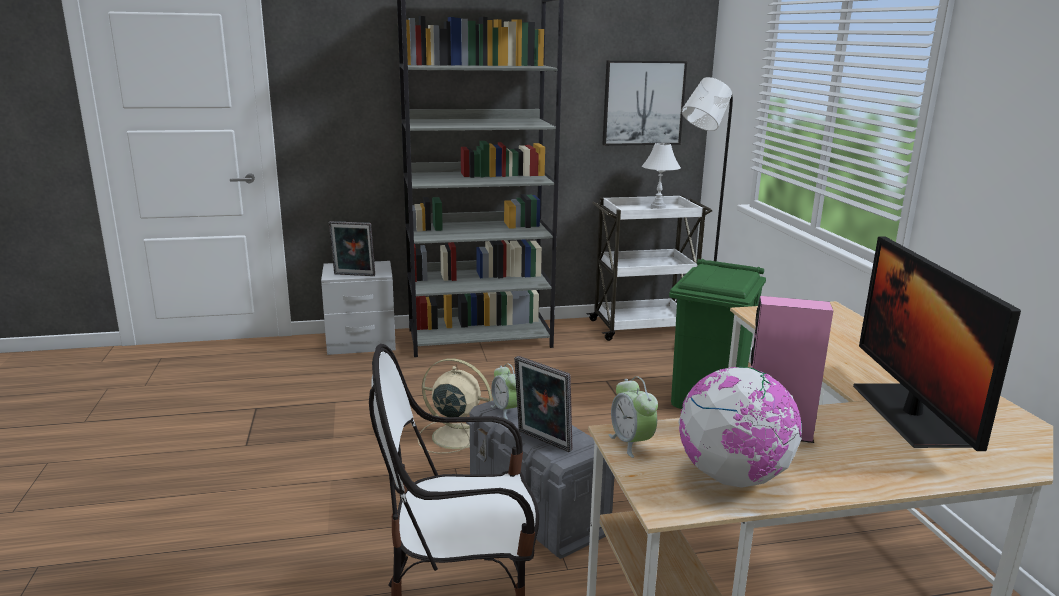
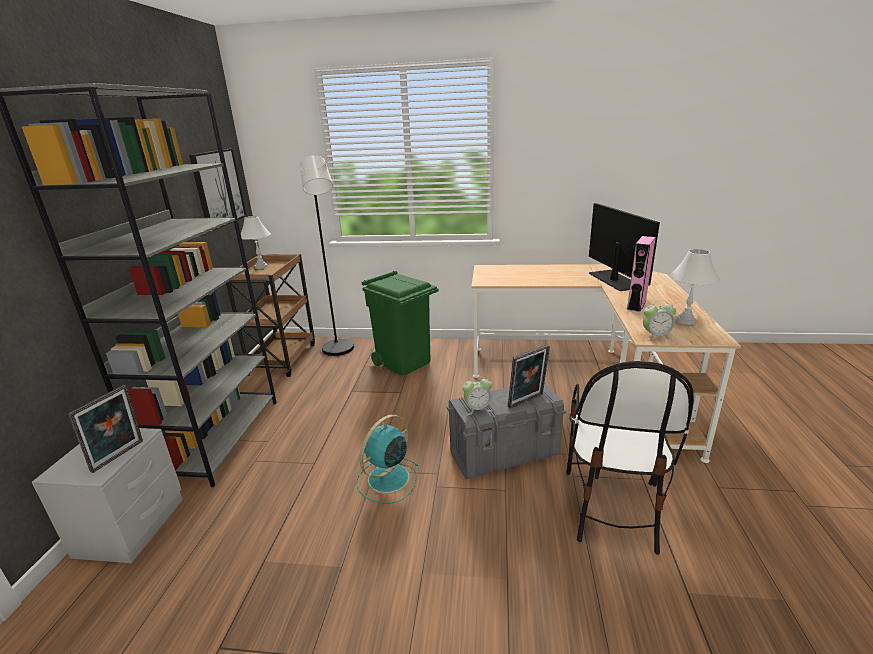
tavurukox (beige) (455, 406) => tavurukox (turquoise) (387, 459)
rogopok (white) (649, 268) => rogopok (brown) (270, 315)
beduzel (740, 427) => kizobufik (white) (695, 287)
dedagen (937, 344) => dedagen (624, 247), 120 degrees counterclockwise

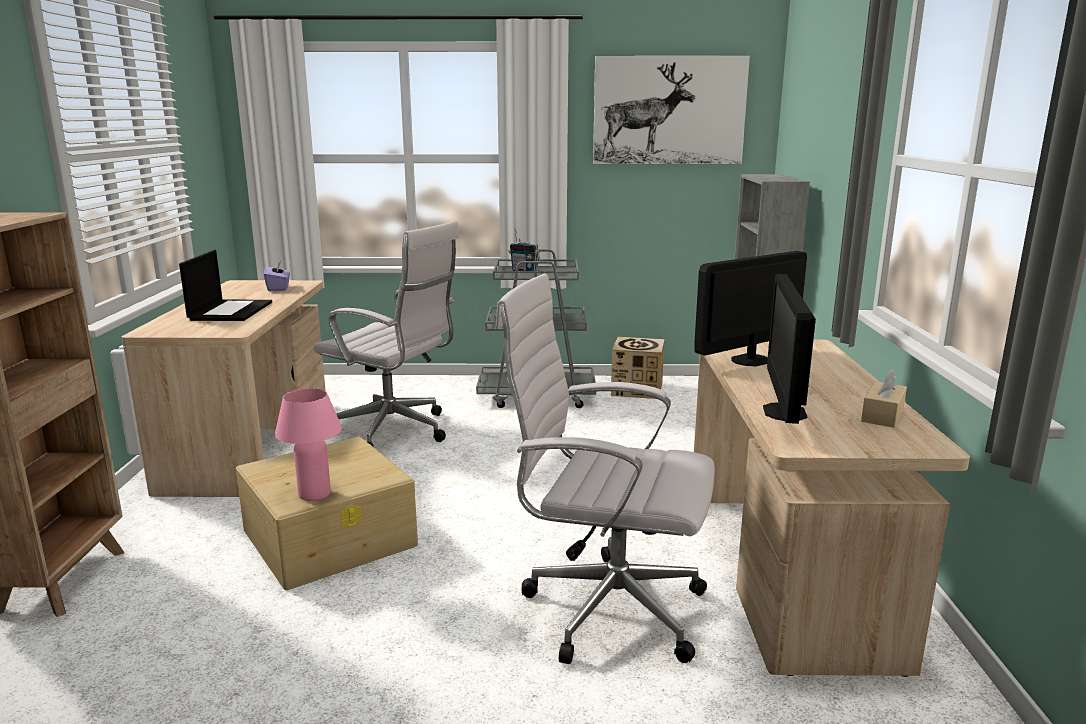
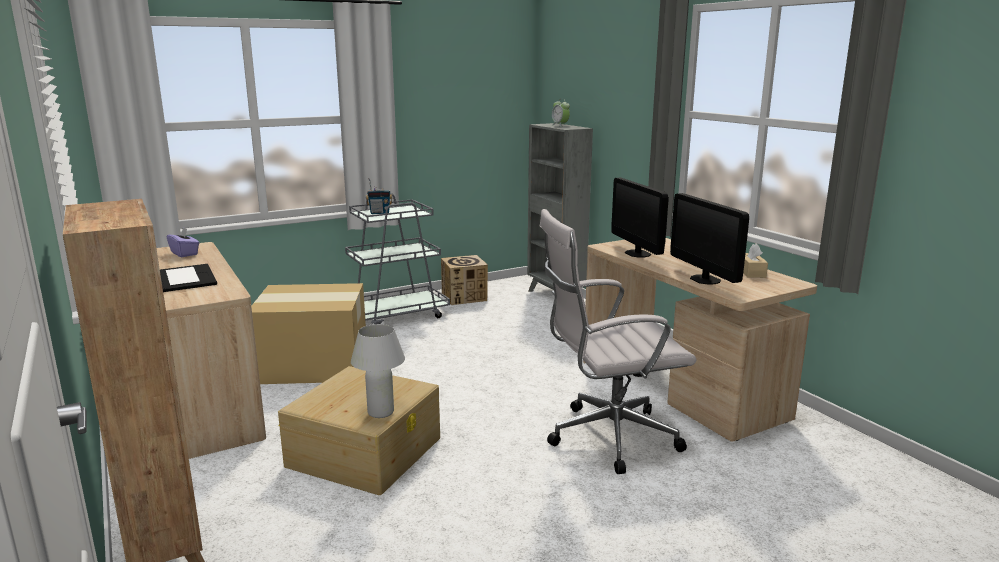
kizobufik (pink) (308, 444) => kizobufik (white) (378, 371)
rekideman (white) (386, 333) => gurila (308, 333)
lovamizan (671, 110) => nothing
dedagen (750, 308) => dedagen (640, 217), 45 degrees counterclockwise
nothing => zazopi (561, 112)

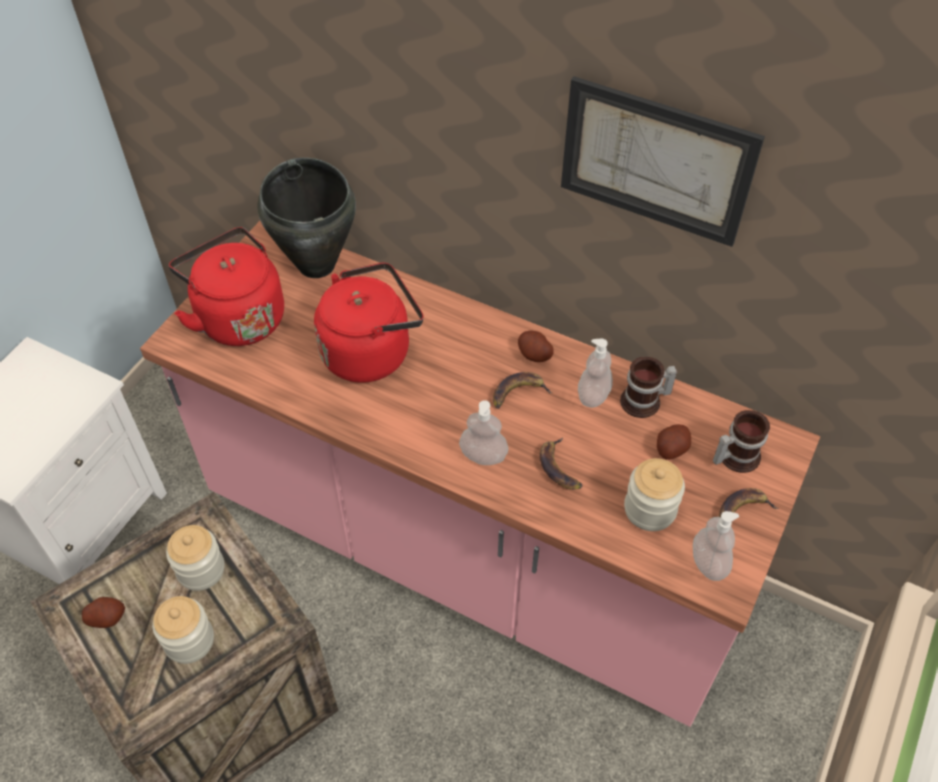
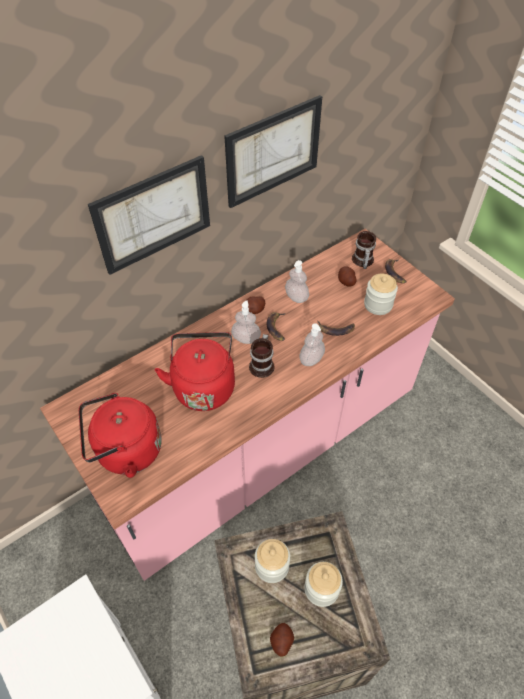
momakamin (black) (306, 218) => nothing
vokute (648, 387) => vokute (262, 356), relocated
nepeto (716, 546) => nepeto (246, 322), relocated
nothing => lovamizan (149, 215)

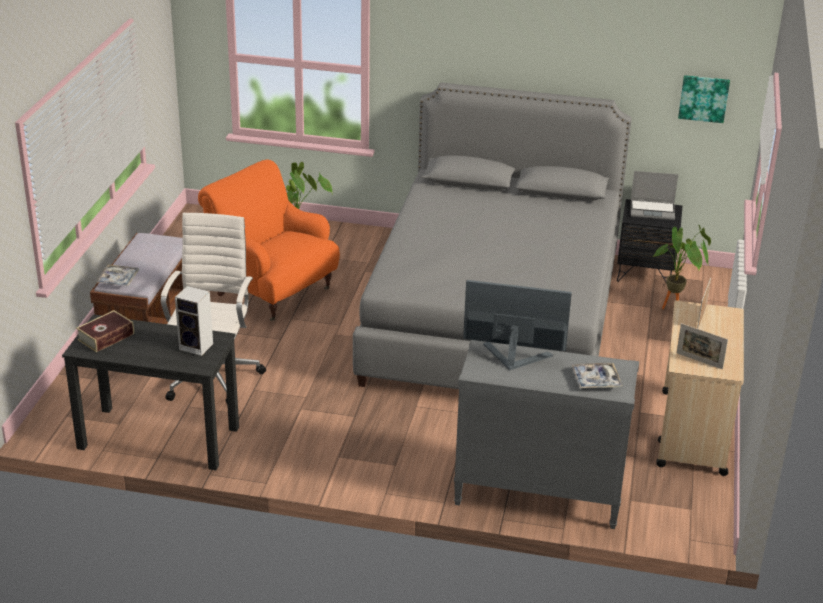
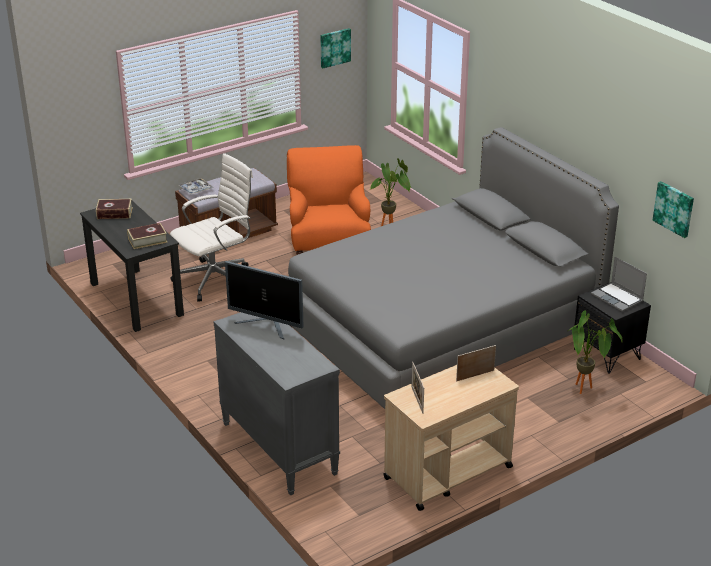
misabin (194, 321) => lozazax (147, 236)
dedagen (517, 325) => dedagen (264, 300), 150 degrees clockwise
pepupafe (597, 375) => nothing
nothing => lovamizan (336, 48)

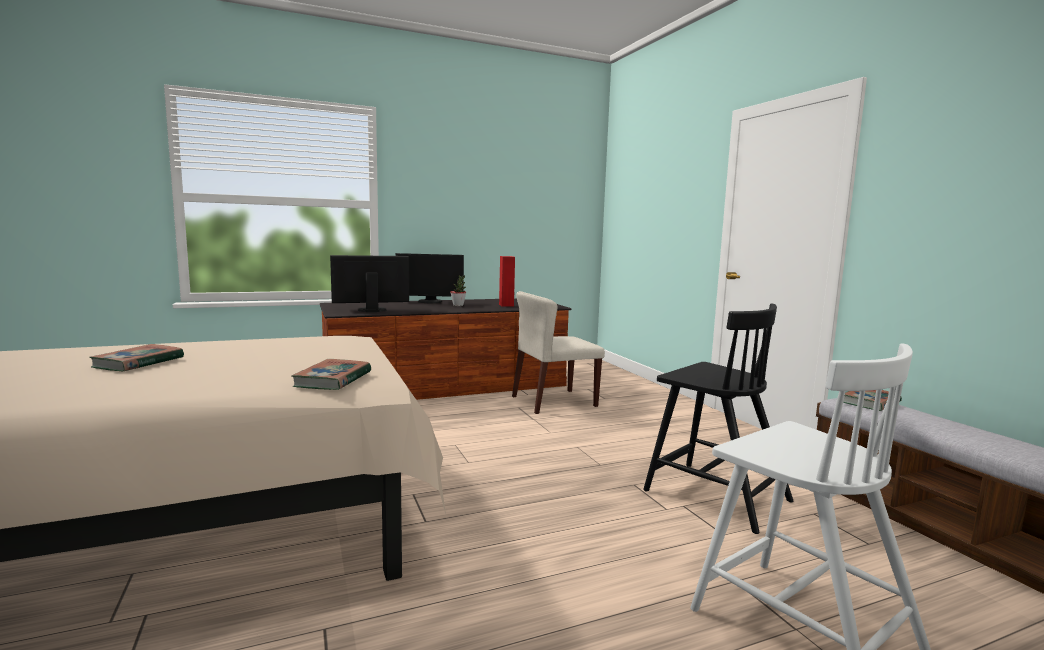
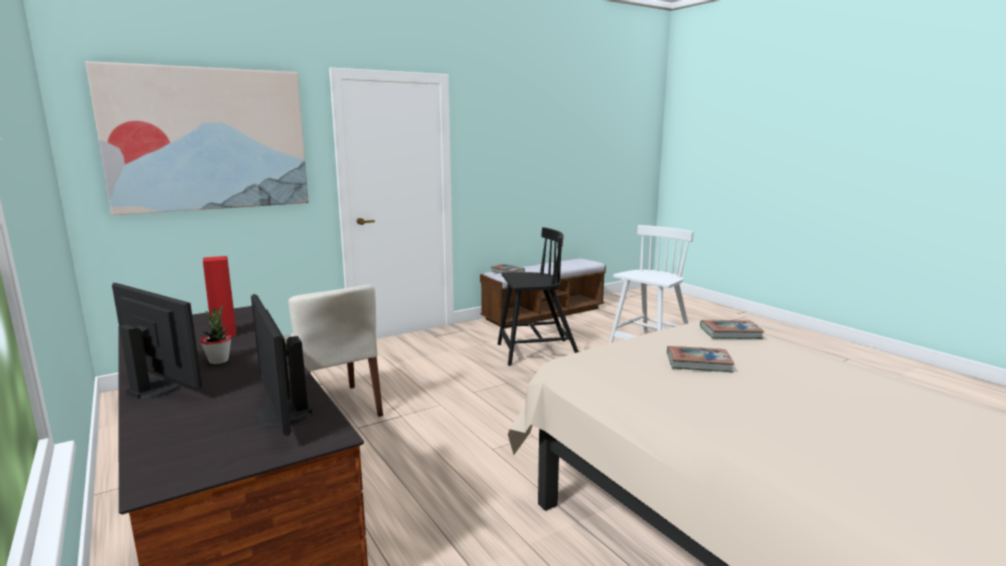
lozazax (136, 357) => lozazax (701, 359), relocated
dedagen (430, 278) => dedagen (157, 341), 45 degrees counterclockwise
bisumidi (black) (718, 418) => bisumidi (black) (538, 296), 45 degrees clockwise
nothing => lovamizan (197, 138)

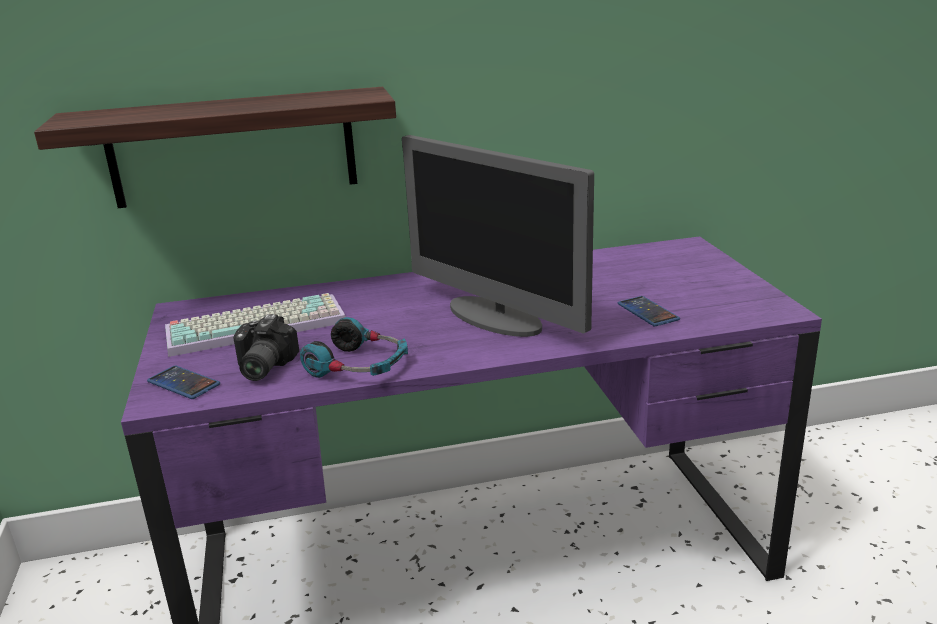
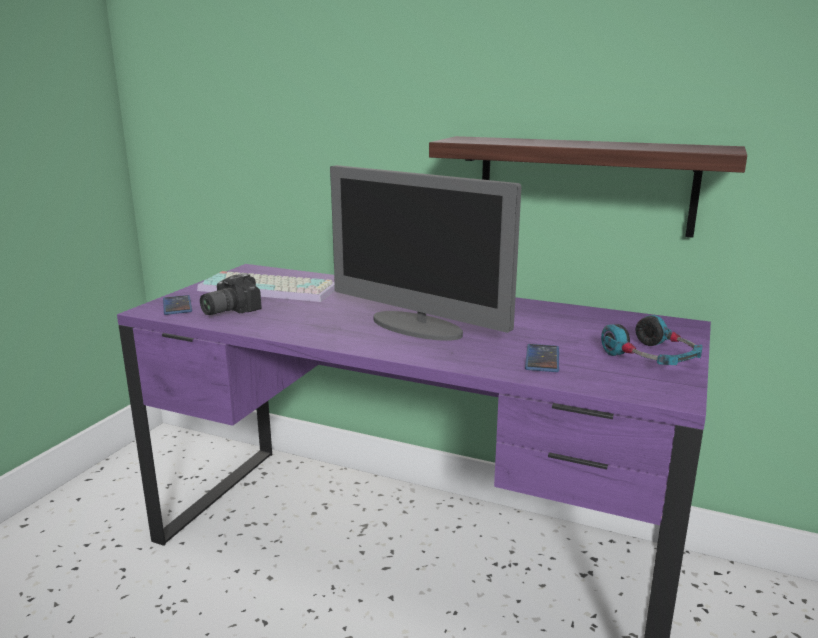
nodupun (215, 147) => nodupun (588, 187), relocated
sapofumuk (354, 347) => sapofumuk (651, 340), relocated
dedagen (498, 236) => dedagen (425, 253), 45 degrees counterclockwise

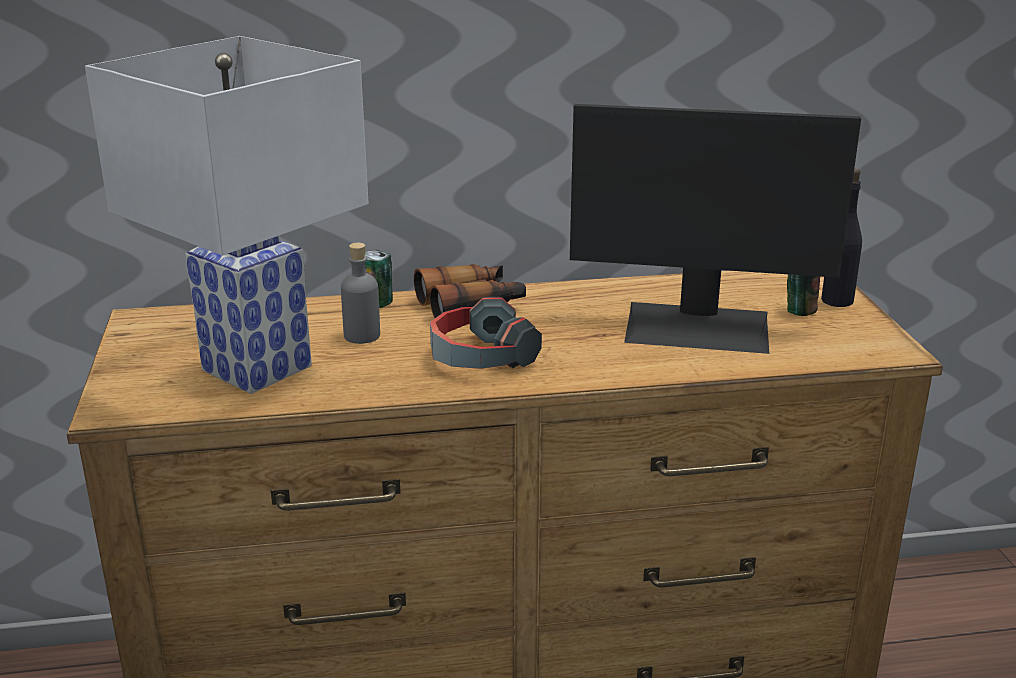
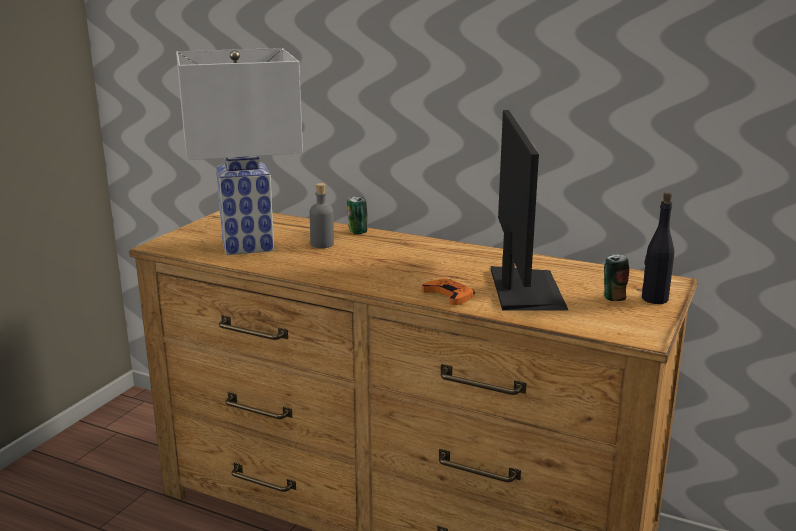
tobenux (470, 291) => nothing
sapofumuk (486, 333) => nothing
dedagen (715, 229) => dedagen (529, 210), 135 degrees counterclockwise
nothing => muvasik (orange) (448, 292)

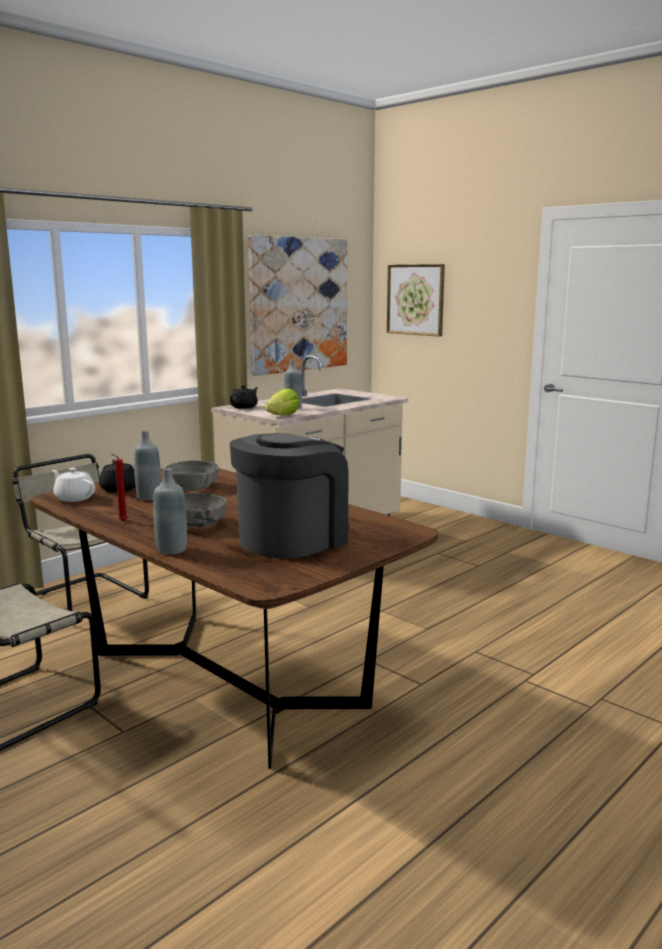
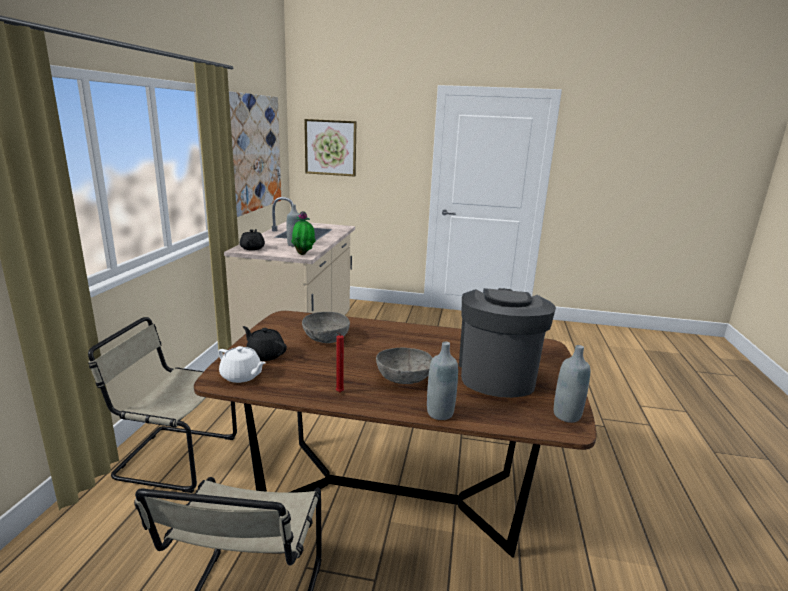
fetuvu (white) (73, 485) => fetuvu (white) (242, 364), 150 degrees counterclockwise
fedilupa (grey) (147, 465) => fedilupa (grey) (572, 384), relocated
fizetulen (282, 401) => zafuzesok (303, 233)

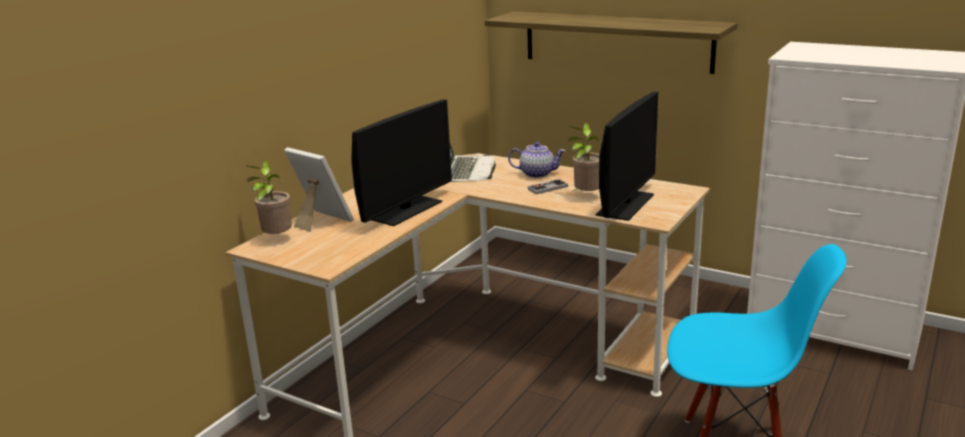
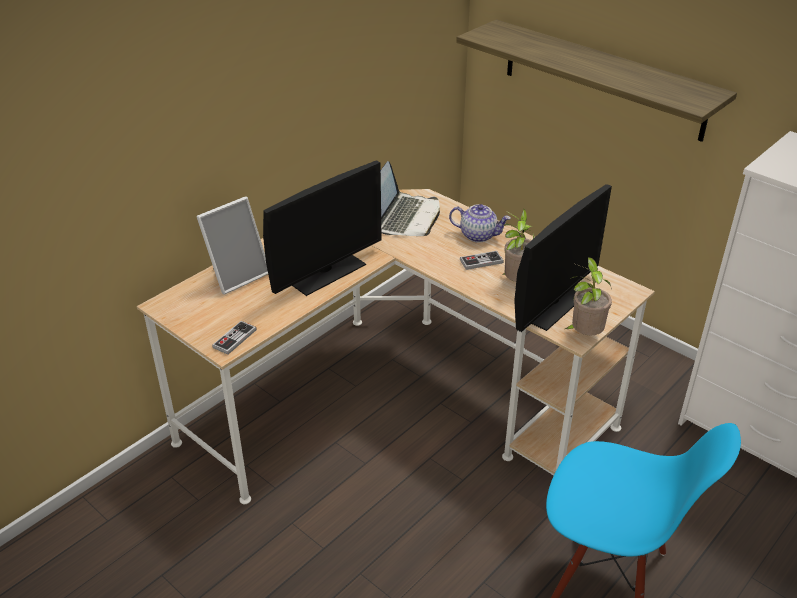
zafuzesok (269, 198) => zafuzesok (588, 296), relocated
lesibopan (319, 189) => lesibopan (232, 245), 90 degrees clockwise
nothing => muvasik (234, 338)

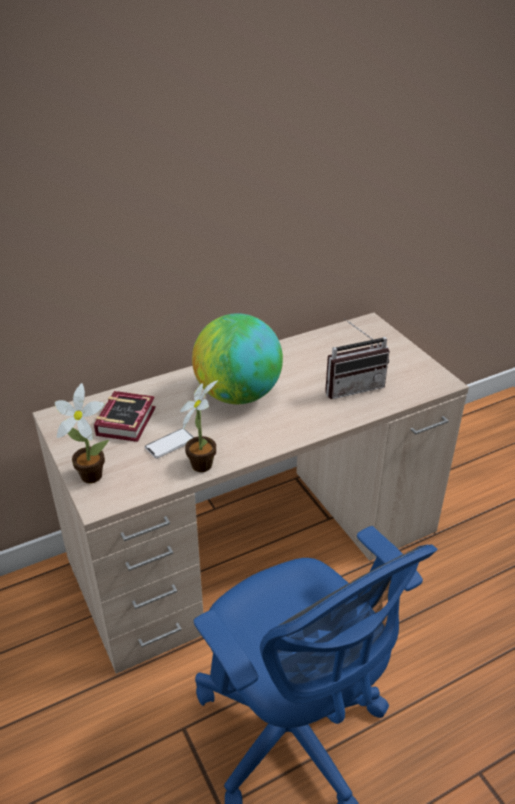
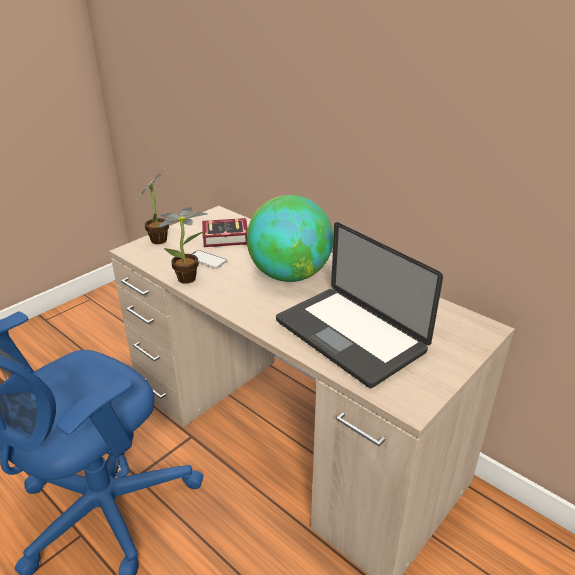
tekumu (357, 358) => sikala (359, 305)

